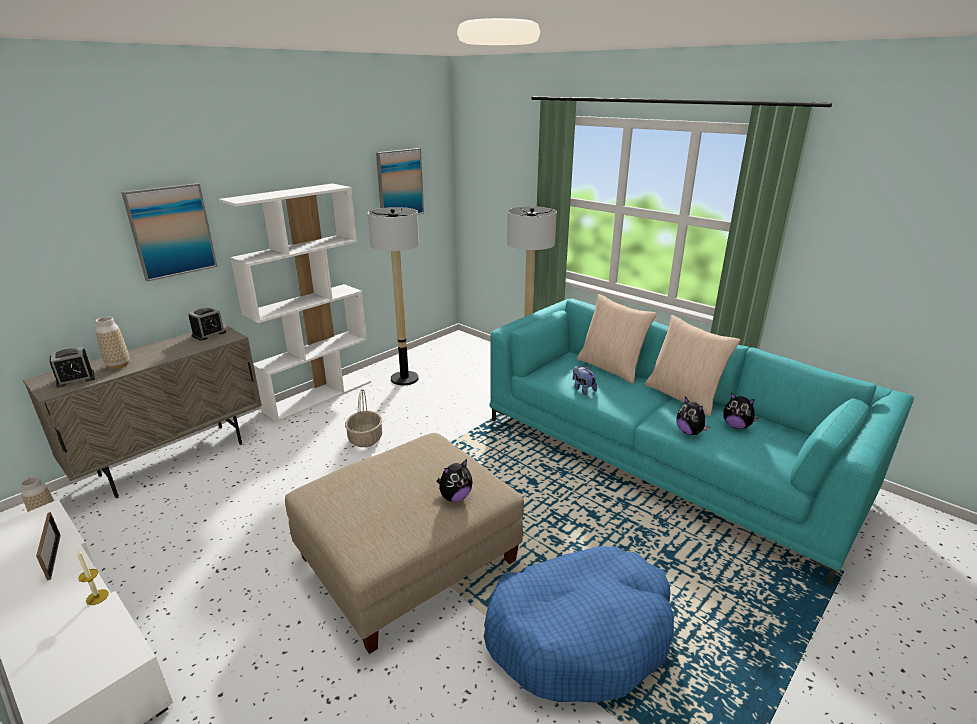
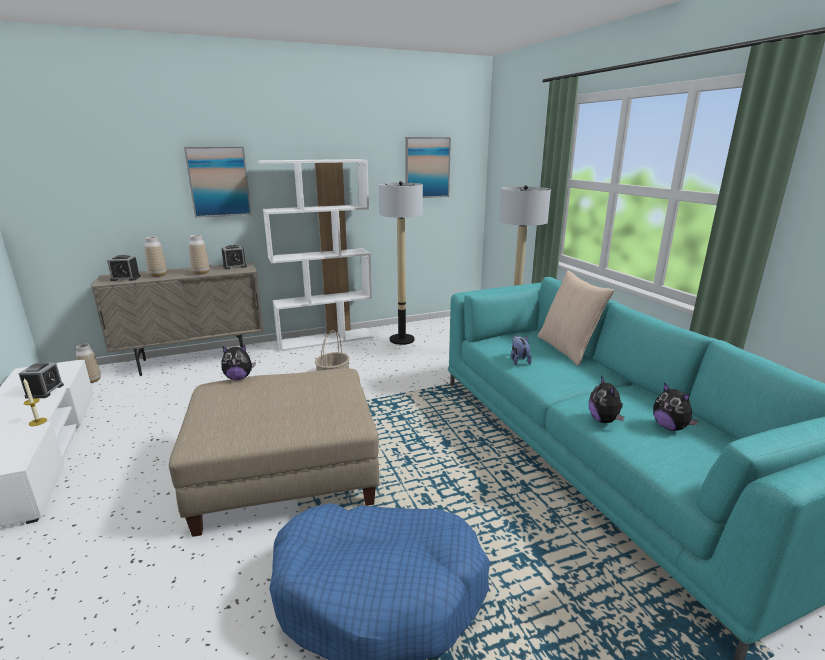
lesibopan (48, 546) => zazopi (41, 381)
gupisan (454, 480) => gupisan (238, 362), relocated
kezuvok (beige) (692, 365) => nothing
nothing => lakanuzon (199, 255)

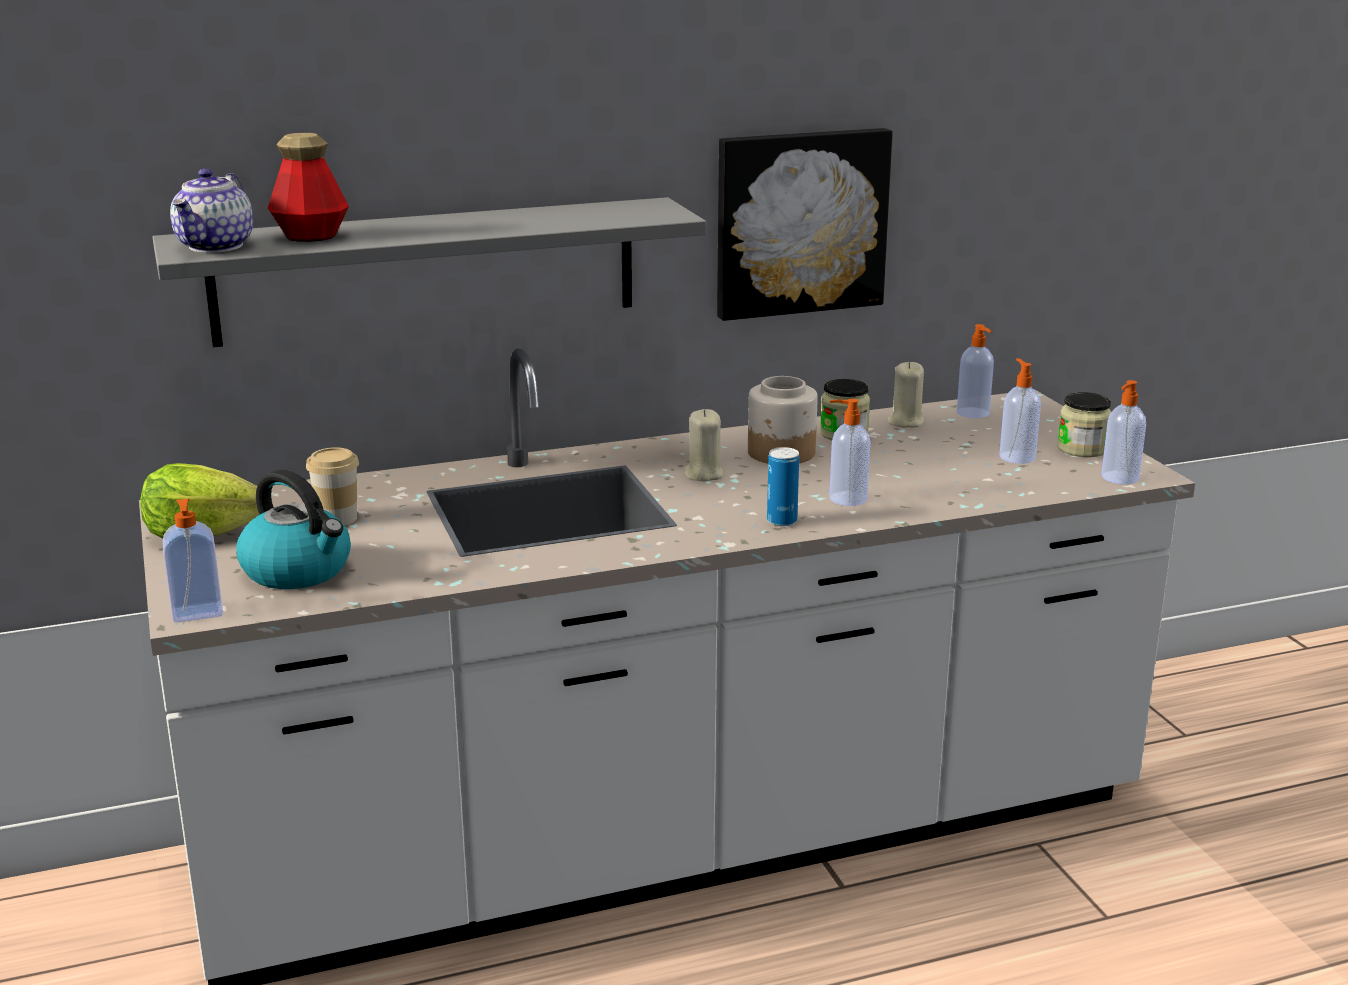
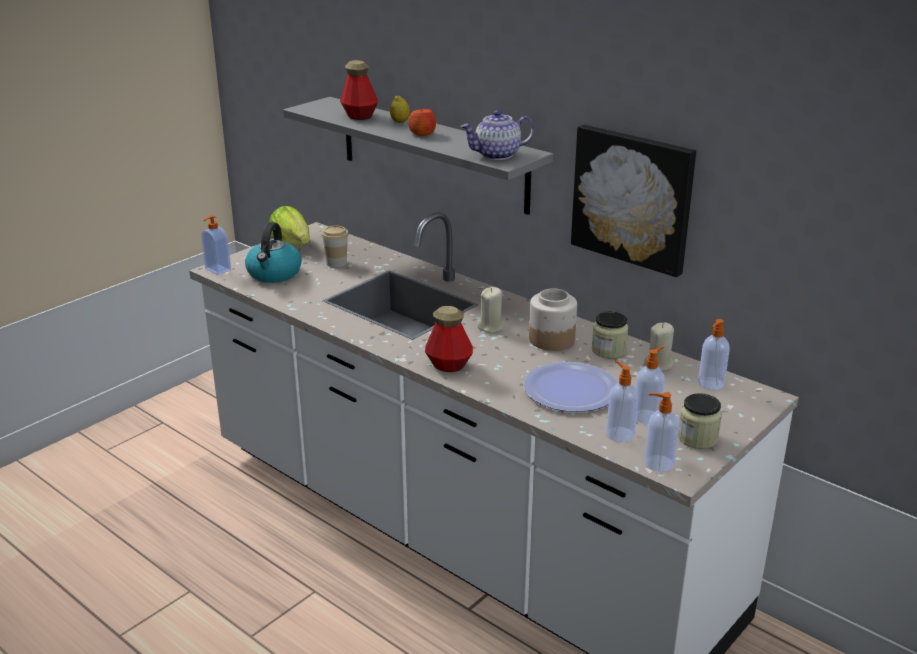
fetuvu (211, 211) => fetuvu (497, 135), relocated
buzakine (783, 487) => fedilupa (449, 339)
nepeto (849, 452) => nepeto (622, 401), relocated
nothing => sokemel (400, 109)
nothing => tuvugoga (422, 121)
nothing => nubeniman (571, 387)

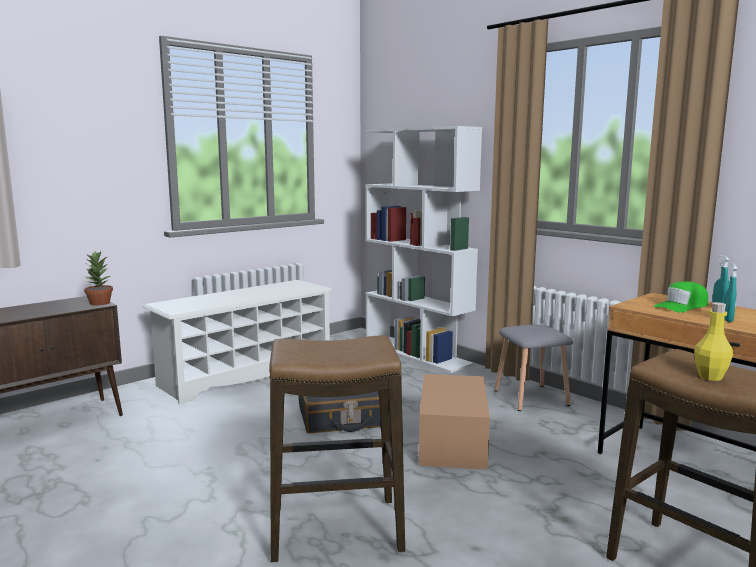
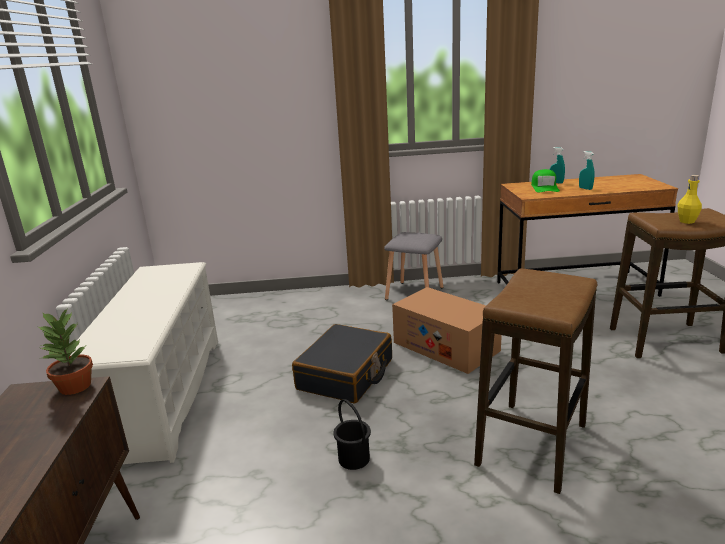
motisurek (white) (423, 249) => nothing
nothing => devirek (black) (352, 434)

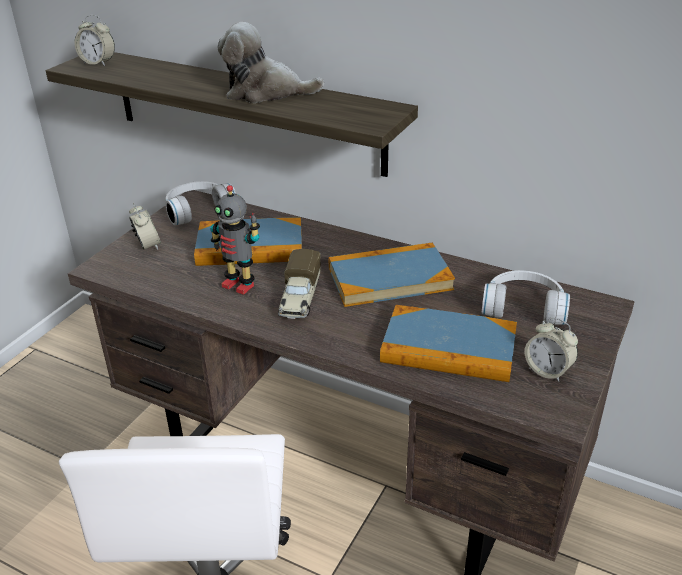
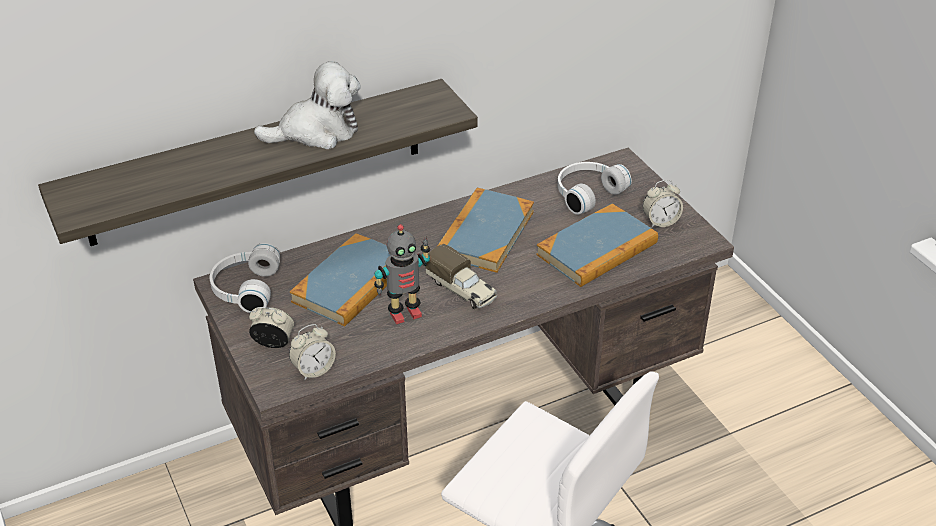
zazopi (95, 40) => zazopi (312, 352), relocated
gupisan (271, 62) => gupisan (307, 105), 150 degrees counterclockwise

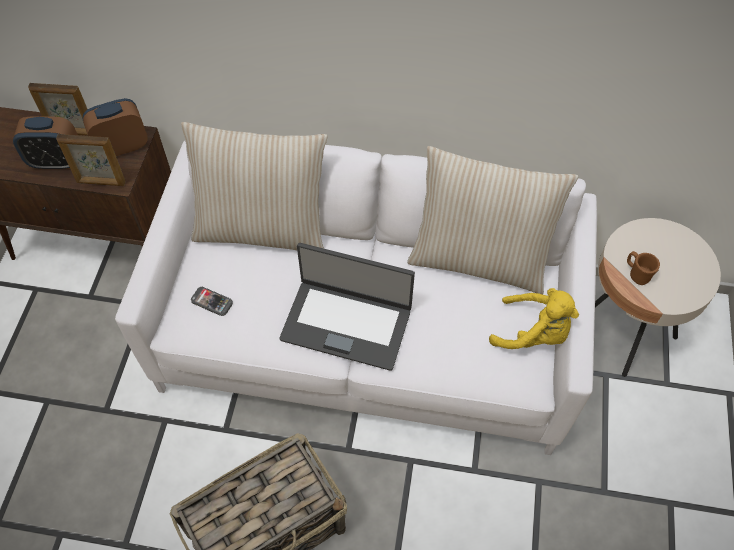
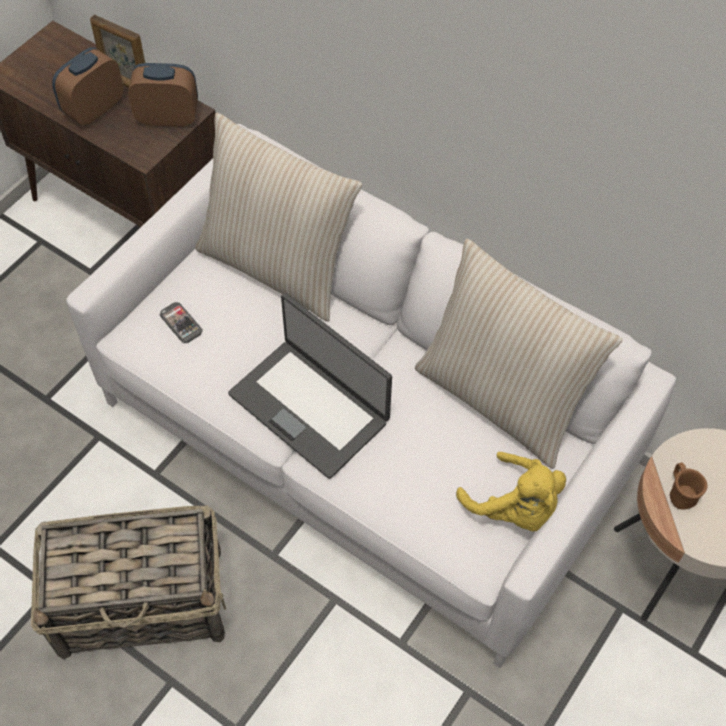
zazopi (45, 142) => zazopi (87, 86), 105 degrees clockwise
lesibopan (90, 160) => nothing

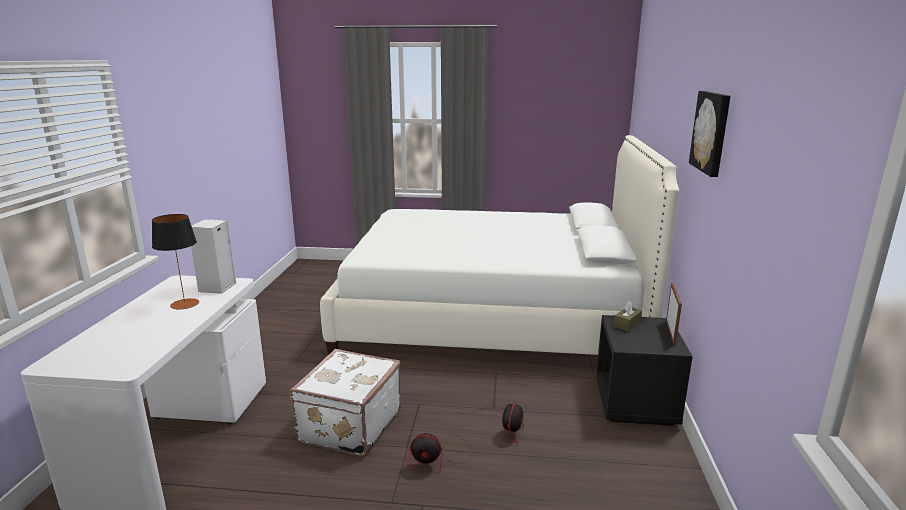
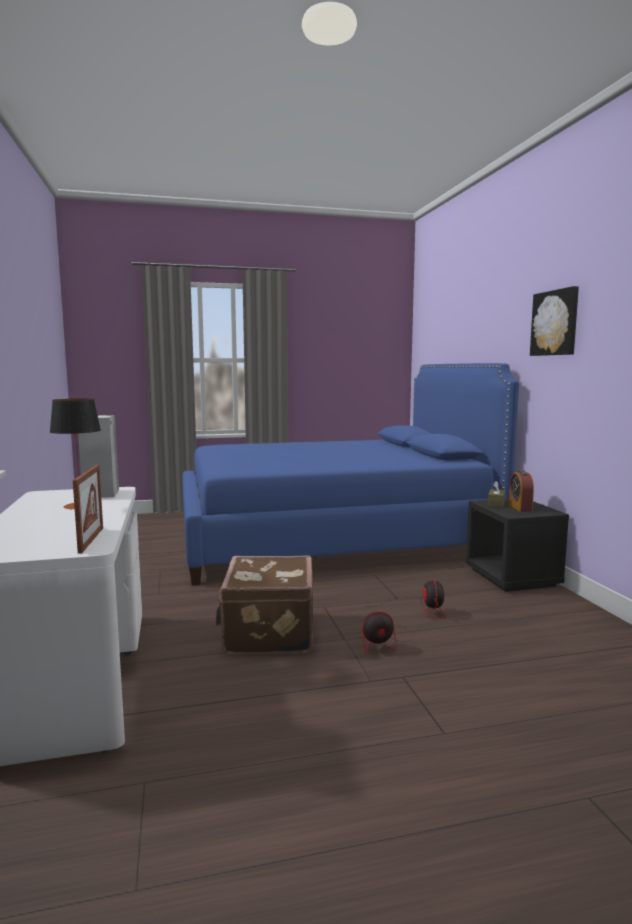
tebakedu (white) (345, 403) => tebakedu (brown) (264, 605)
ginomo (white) (499, 245) => ginomo (blue) (350, 474)
lesibopan (674, 314) => lesibopan (88, 509), relocated
nothing => zazopi (521, 491)

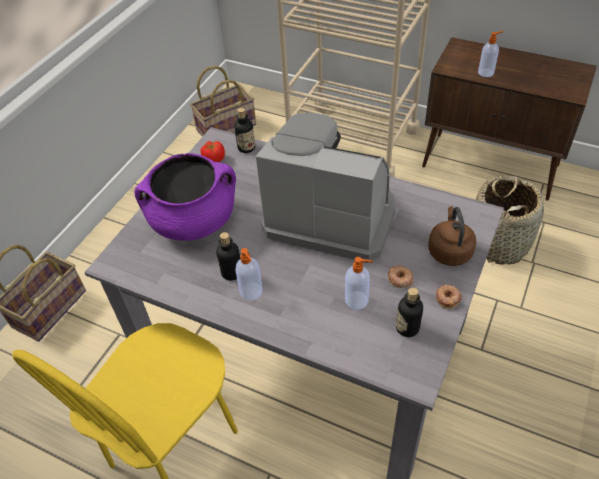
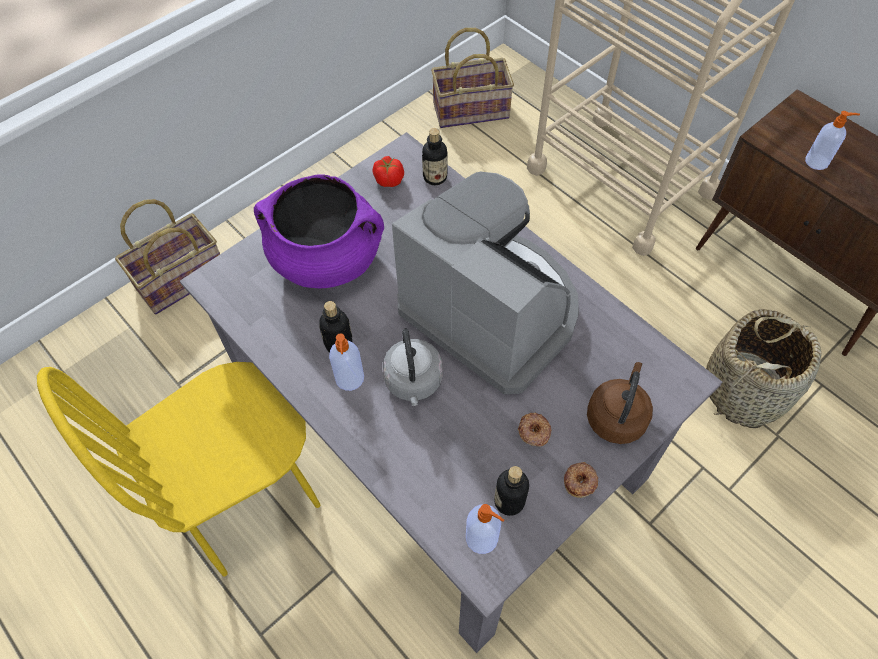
nepeto (359, 283) => nepeto (485, 529), relocated
nothing => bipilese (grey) (413, 367)

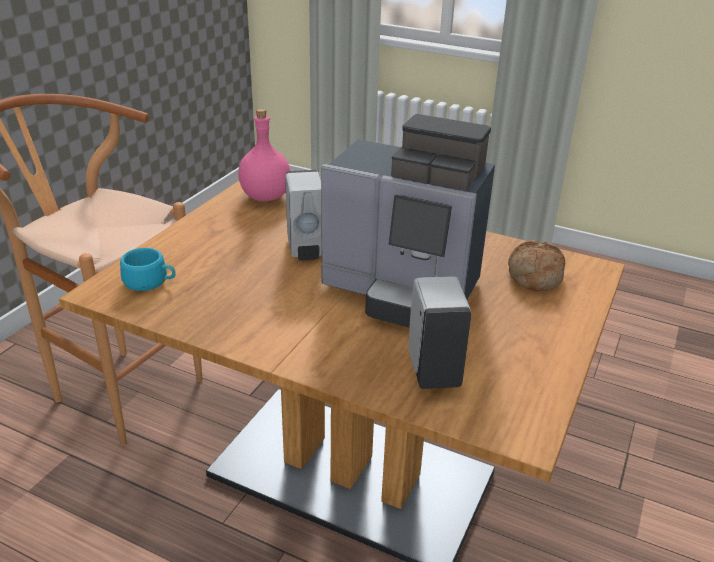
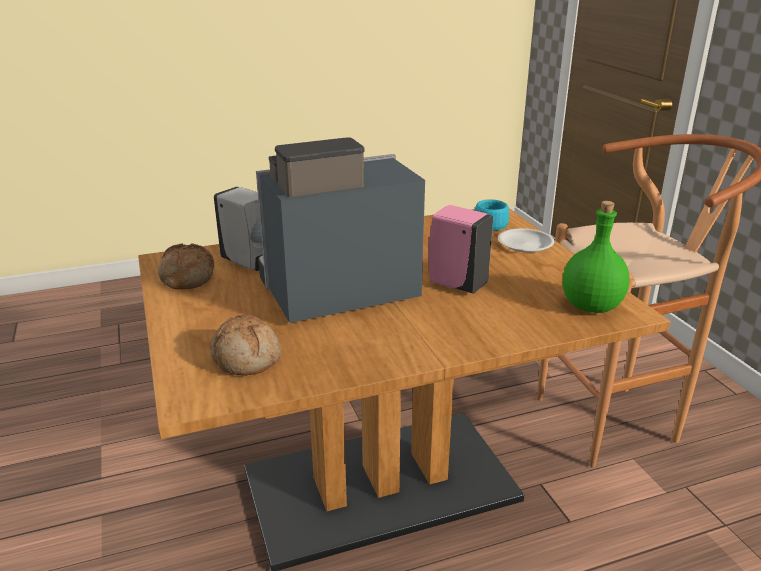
fedilupa (pink) (264, 155) => fedilupa (green) (596, 257)
nepeto (white) (303, 215) => nepeto (pink) (460, 249)
nothing => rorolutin (186, 266)
nothing => nubeniman (white) (526, 240)

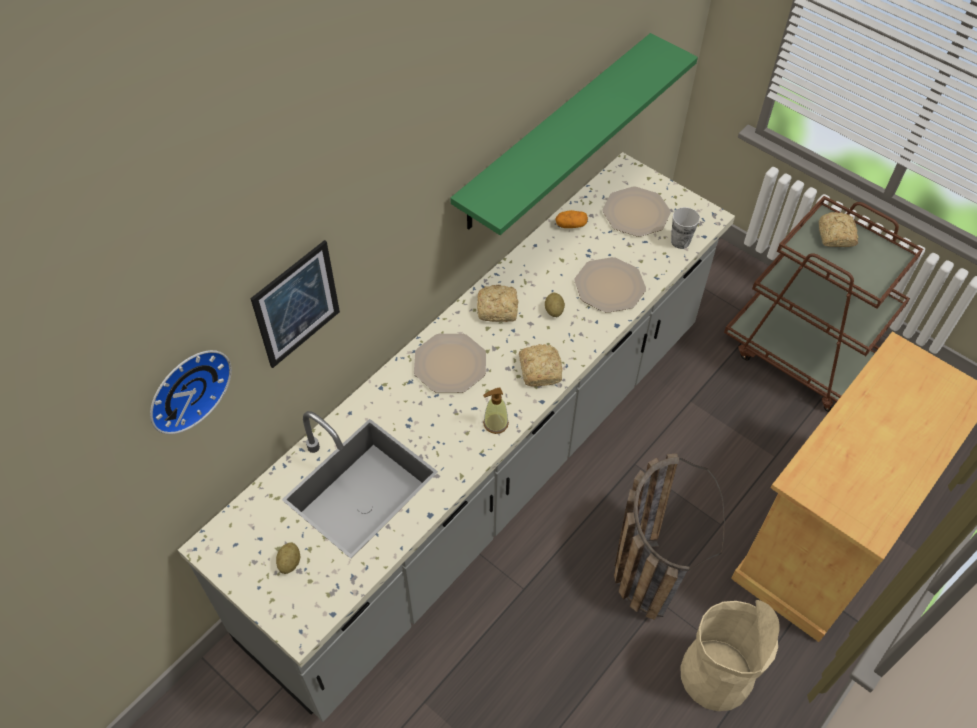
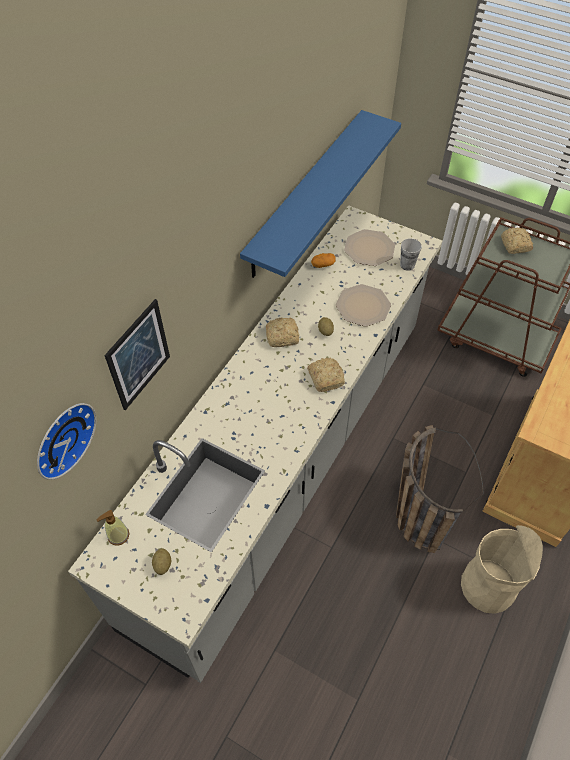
nubeniman (450, 363) => nothing
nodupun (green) (574, 134) => nodupun (blue) (320, 194)
nepeto (496, 411) => nepeto (113, 528), relocated

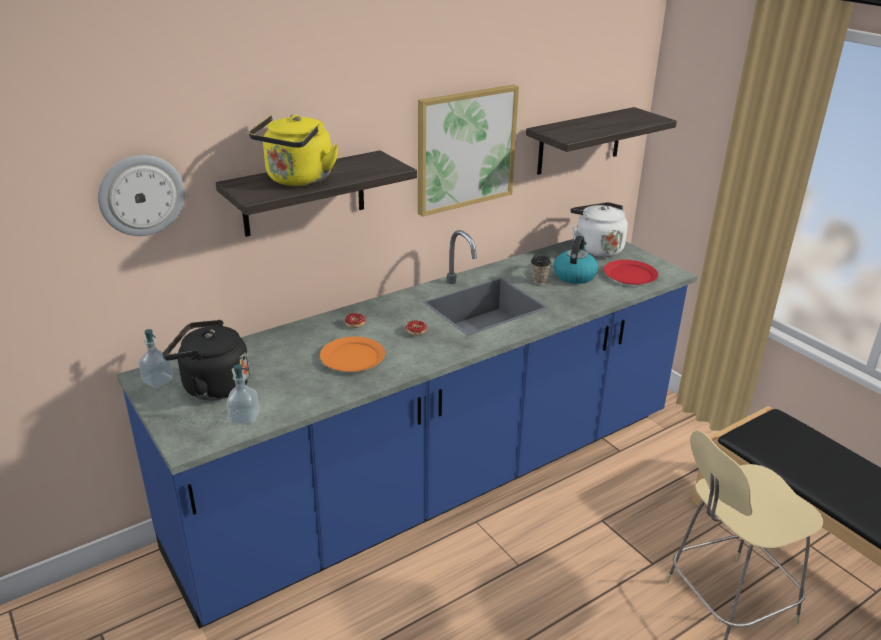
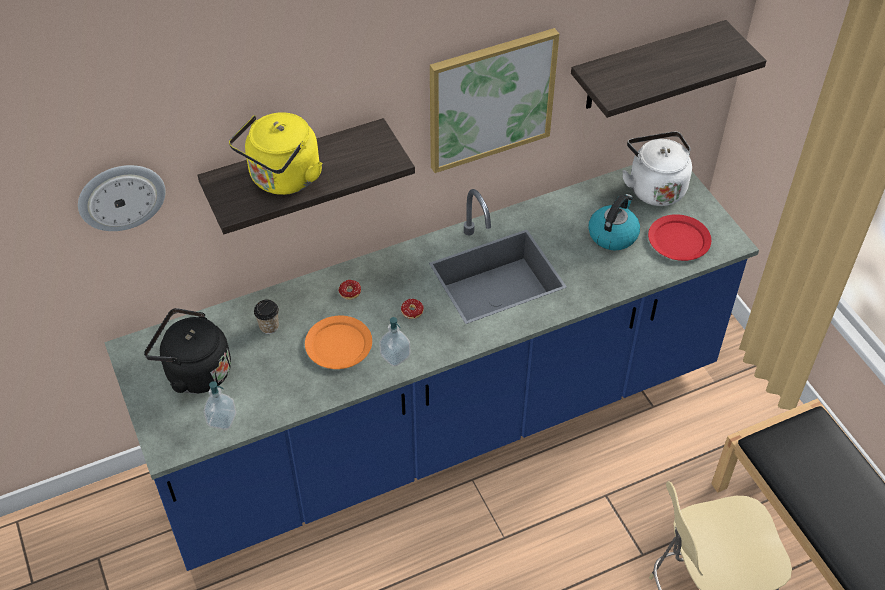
nepeto (155, 358) => nepeto (394, 342), relocated
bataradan (541, 270) => bataradan (266, 317), relocated

